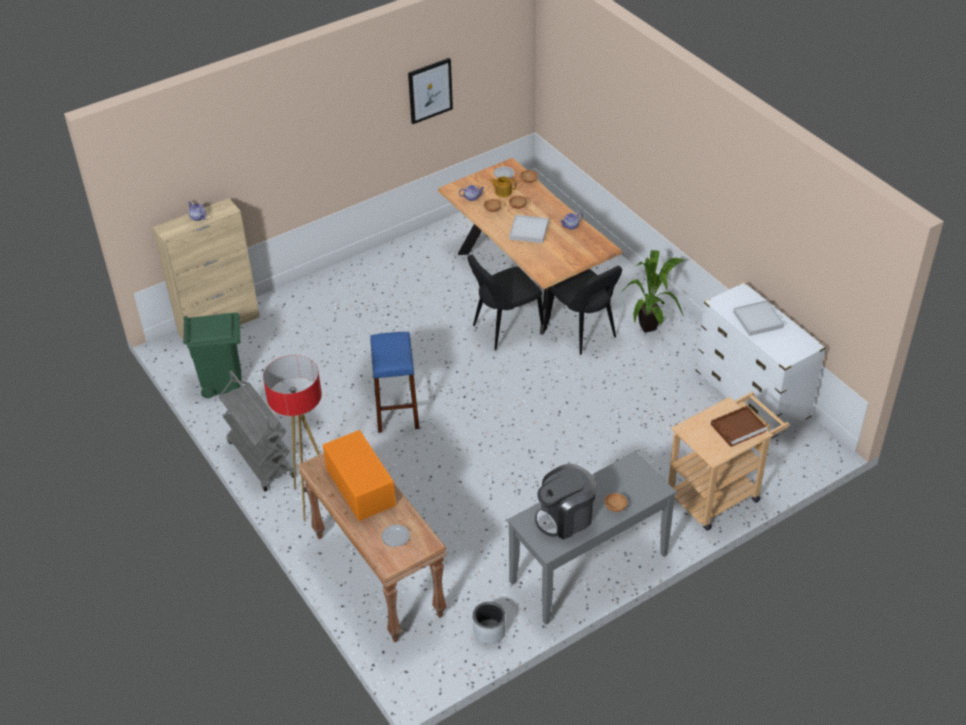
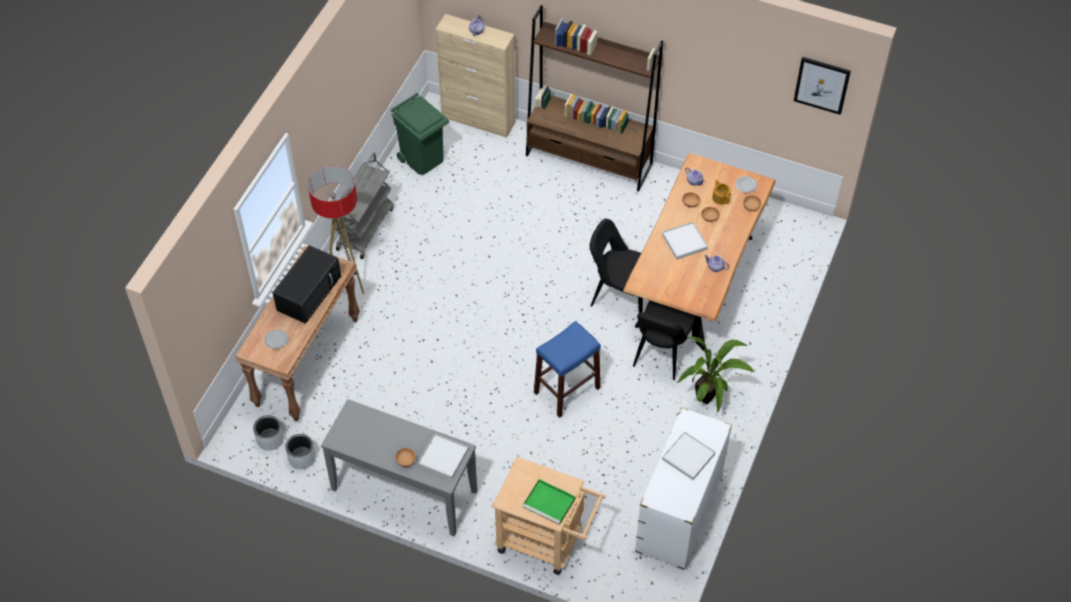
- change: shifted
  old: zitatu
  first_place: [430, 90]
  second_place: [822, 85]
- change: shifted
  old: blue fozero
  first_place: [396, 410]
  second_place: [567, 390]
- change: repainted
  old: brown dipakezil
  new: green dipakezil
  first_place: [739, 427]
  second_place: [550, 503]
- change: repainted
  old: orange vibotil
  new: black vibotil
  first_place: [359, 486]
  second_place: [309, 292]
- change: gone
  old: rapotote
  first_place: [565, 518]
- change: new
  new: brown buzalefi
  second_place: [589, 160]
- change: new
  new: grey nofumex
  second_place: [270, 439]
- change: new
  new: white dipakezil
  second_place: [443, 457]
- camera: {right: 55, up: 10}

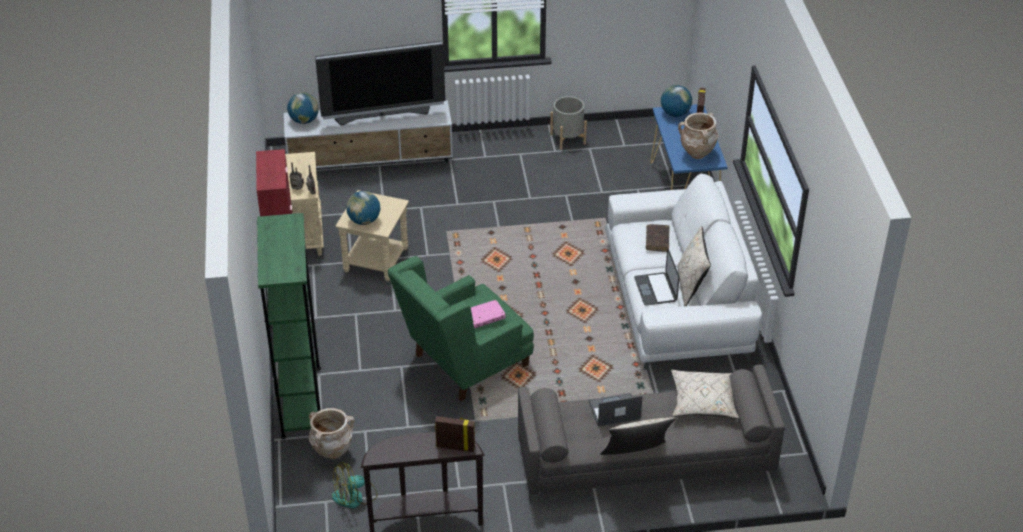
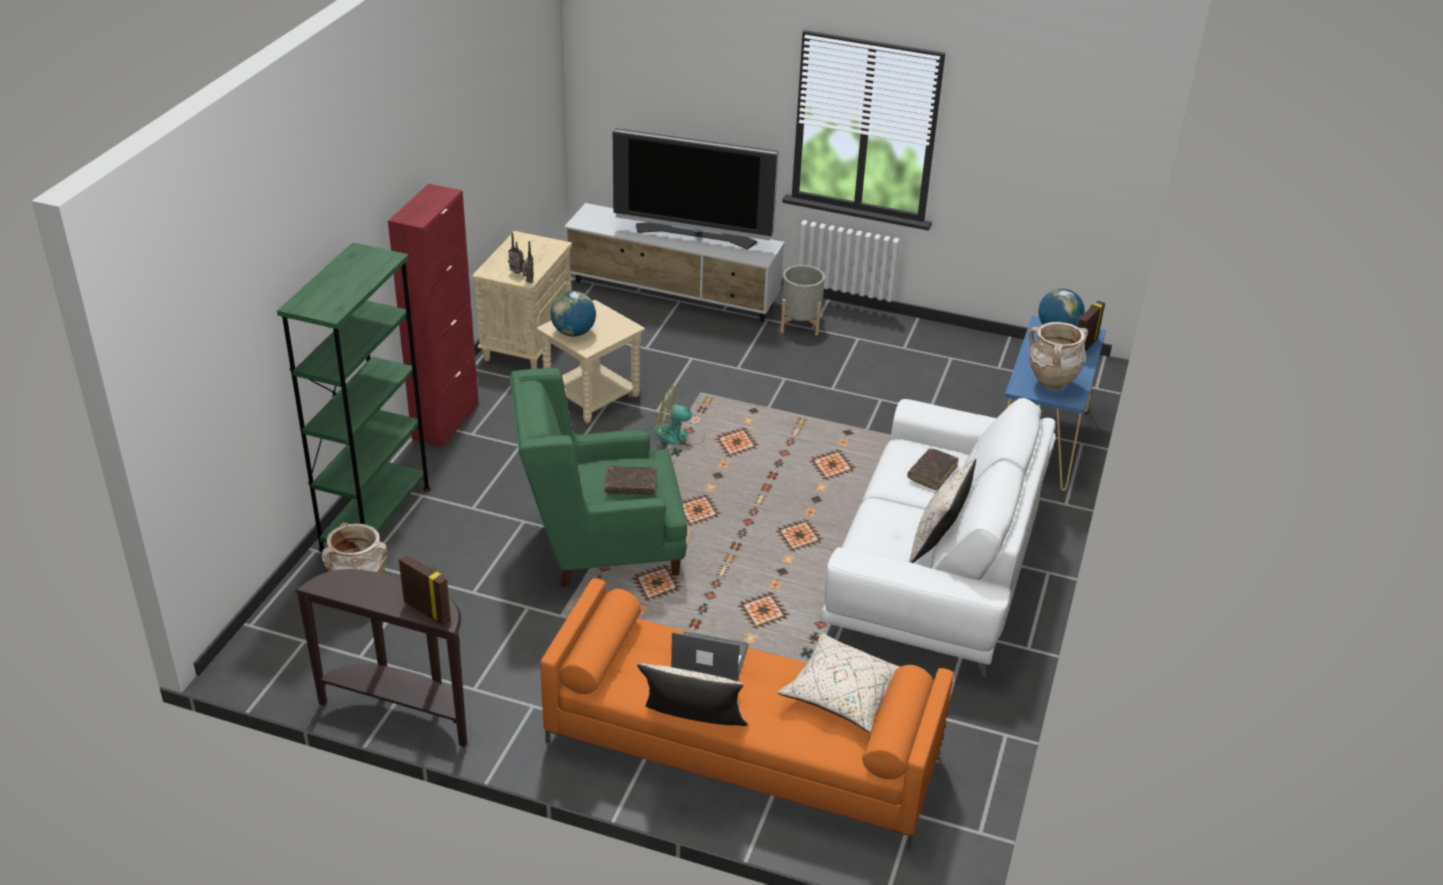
- change: gone
  old: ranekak
  first_place: [304, 120]
- change: shifted
  old: grey nofumex
  first_place: [567, 139]
  second_place: [800, 324]
- change: gone
  old: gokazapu
  first_place: [655, 289]
- change: repainted
  old: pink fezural
  new: brown fezural
  first_place: [484, 317]
  second_place: [630, 485]
- change: repainted
  old: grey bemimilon
  new: orange bemimilon
  first_place: [644, 460]
  second_place: [740, 750]
- change: shifted
  old: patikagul
  first_place: [355, 496]
  second_place: [679, 436]
- camera: {right: 25, up: -5}

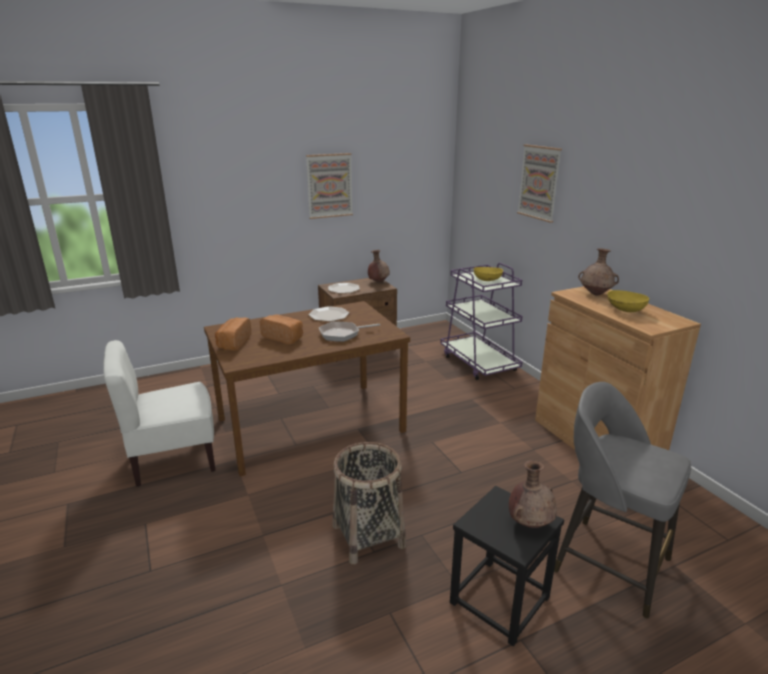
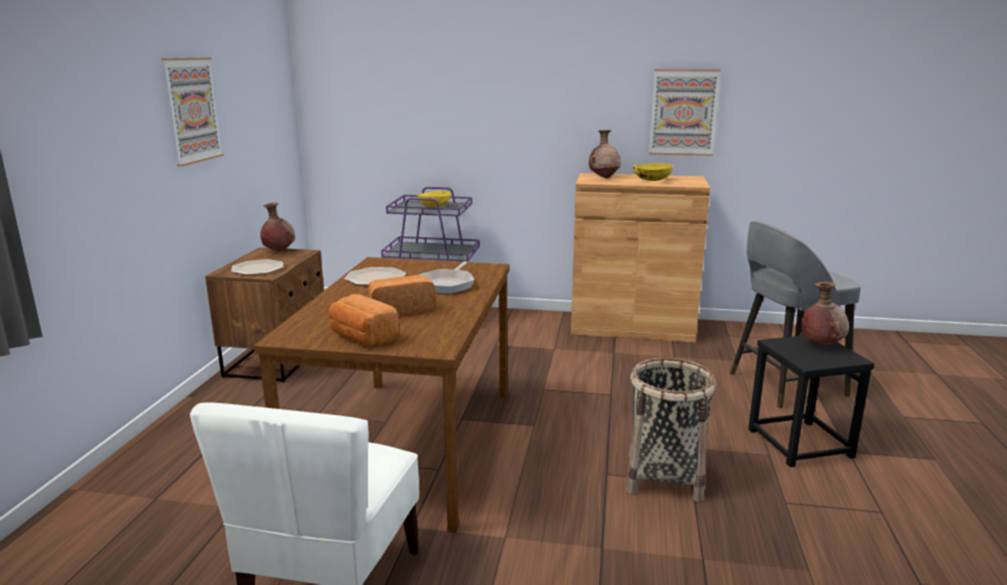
- change: shifted
  old: zitatu
  first_place: [539, 182]
  second_place: [683, 112]
- camera: {right: -55, up: -5}

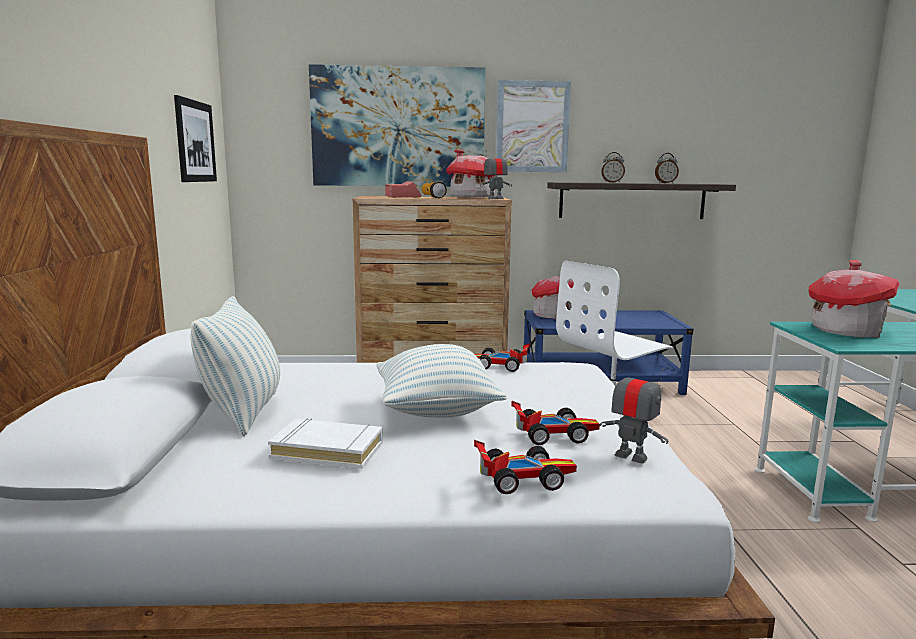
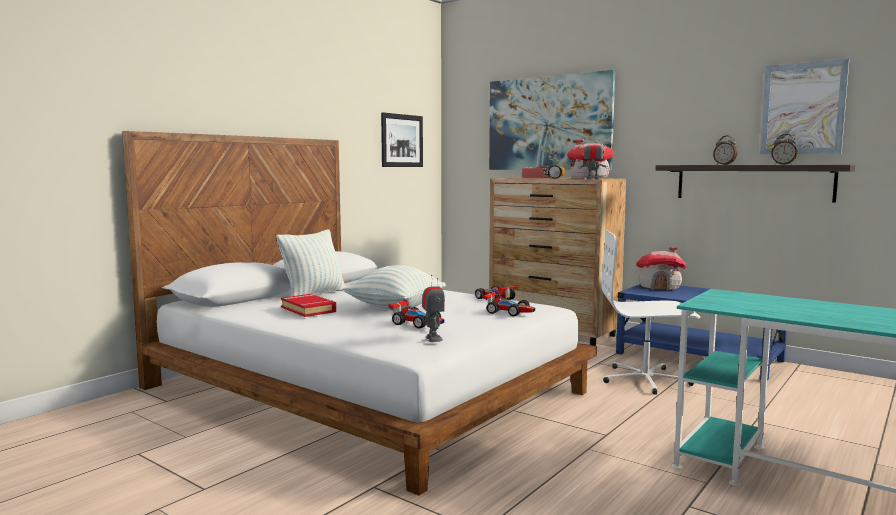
- change: shifted
  old: zitatu
  first_place: [532, 127]
  second_place: [802, 108]
- change: gone
  old: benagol
  first_place: [847, 331]
- change: repainted
  old: white fezural
  new: red fezural
  first_place: [328, 450]
  second_place: [308, 309]
- change: shifted
  old: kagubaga
  first_place: [522, 478]
  second_place: [509, 312]
- camera: {right: 40, up: -5}

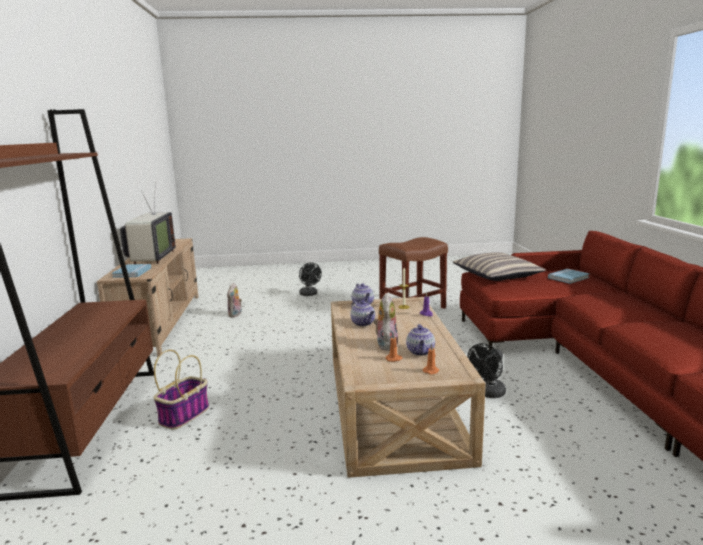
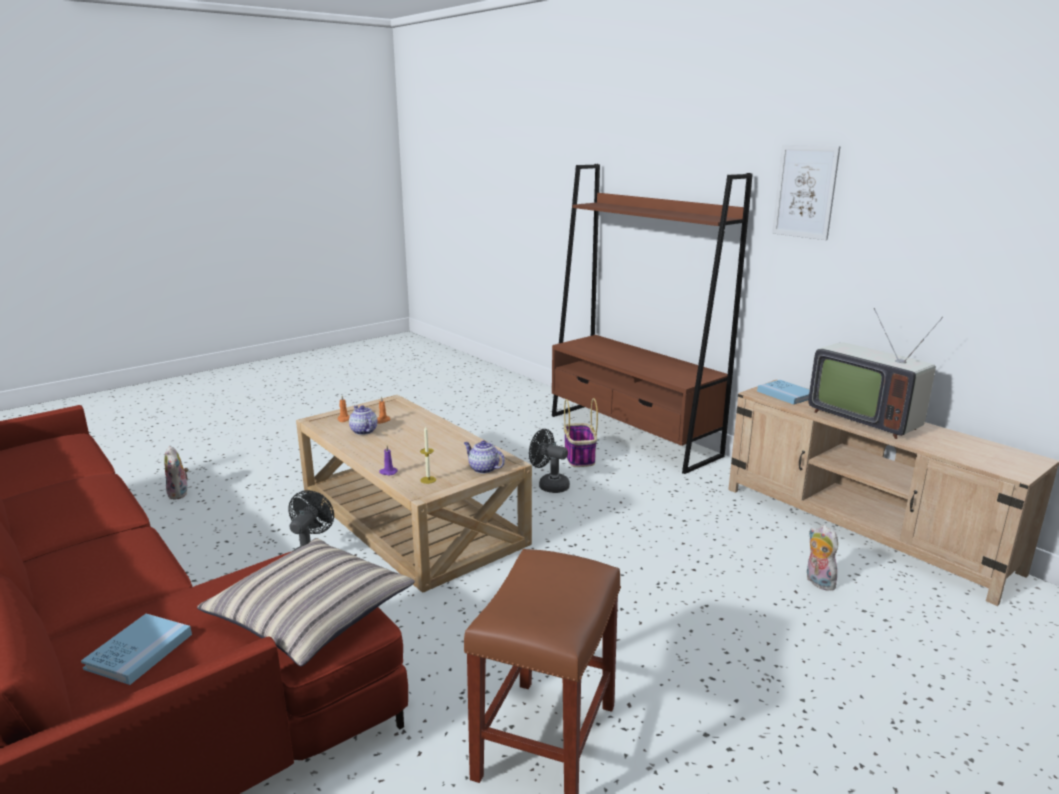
- change: shifted
  old: black patikagul
  first_place: [309, 294]
  second_place: [549, 485]
- change: shifted
  old: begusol
  first_place: [385, 345]
  second_place: [180, 494]
- change: gone
  old: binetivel
  first_place: [363, 323]
- change: new
  new: zitatu
  second_place: [805, 191]
- camera: {right: 145, up: 5}

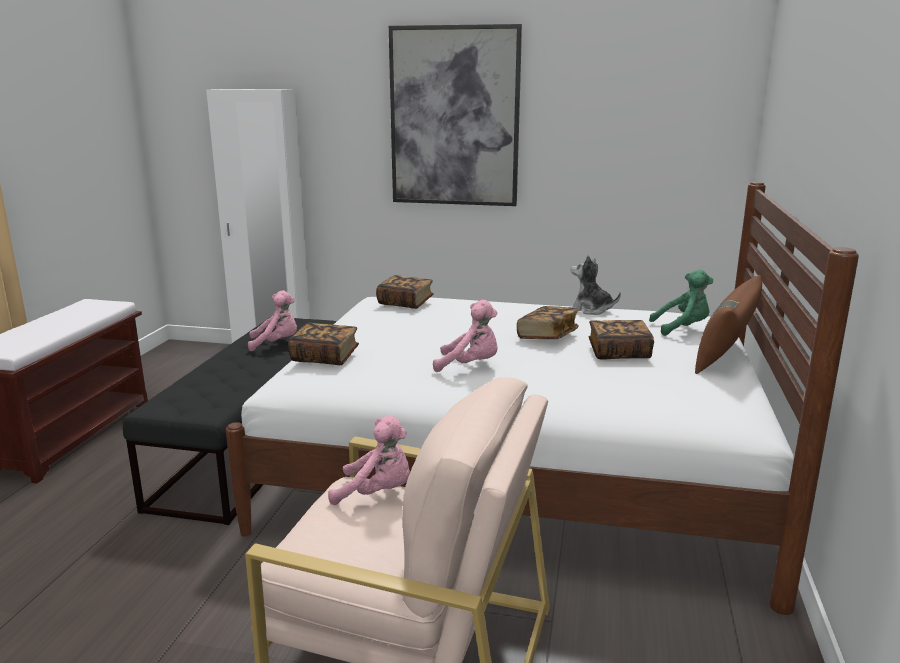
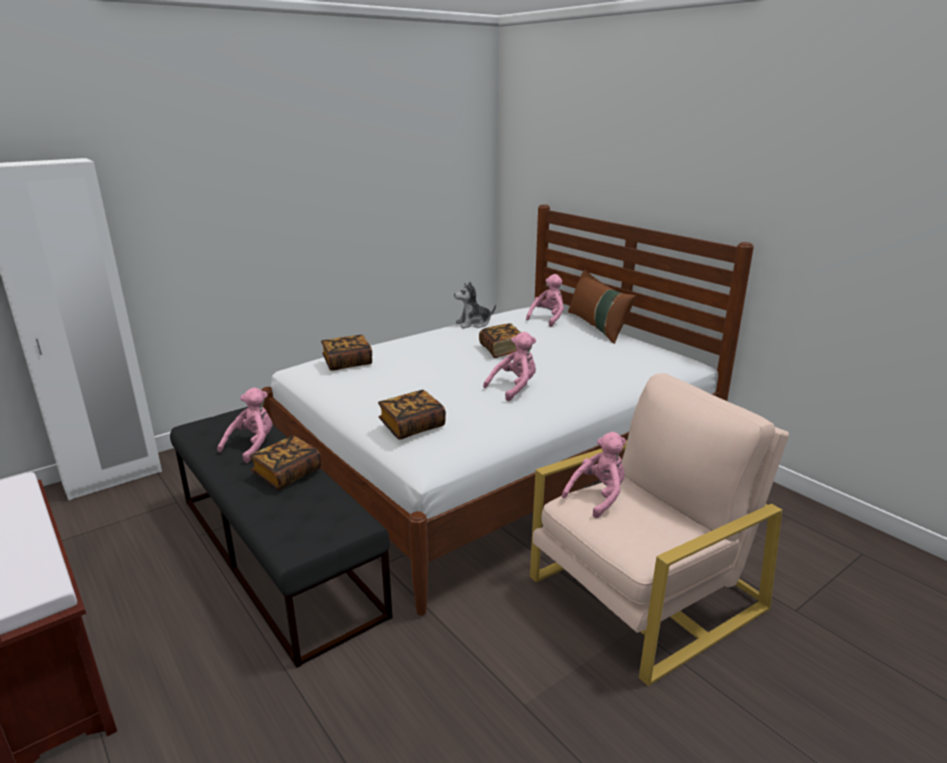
- change: gone
  old: zitatu
  first_place: [454, 117]
- change: repainted
  old: green begusol
  new: pink begusol
  first_place: [682, 328]
  second_place: [548, 319]
- change: shifted
  old: fezural
  first_place: [619, 353]
  second_place: [287, 474]
- camera: {right: -50, up: 5}

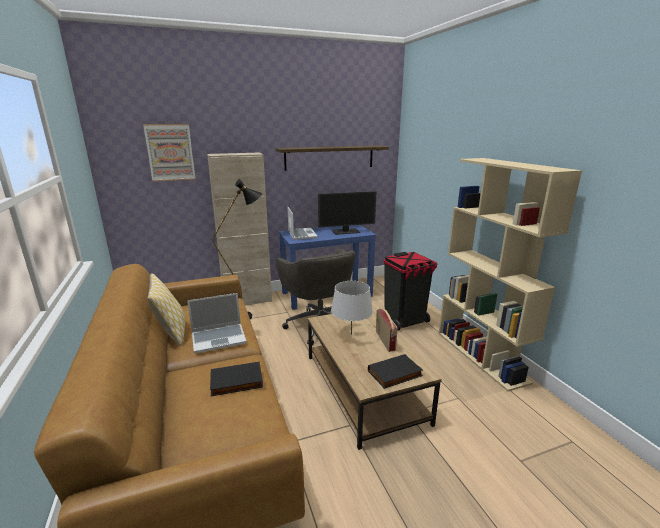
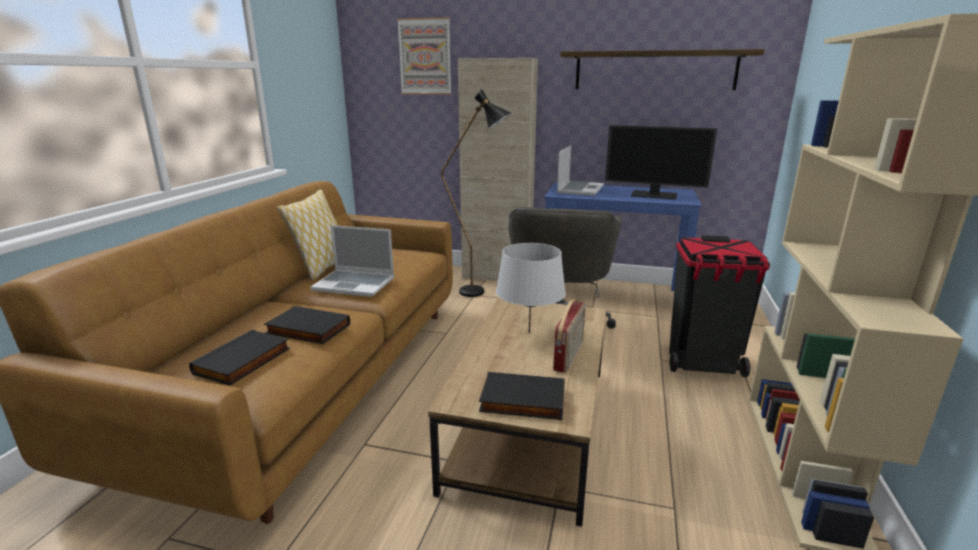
- change: new
  new: black fezural
  second_place: [244, 361]
- camera: {right: 35, up: 0}

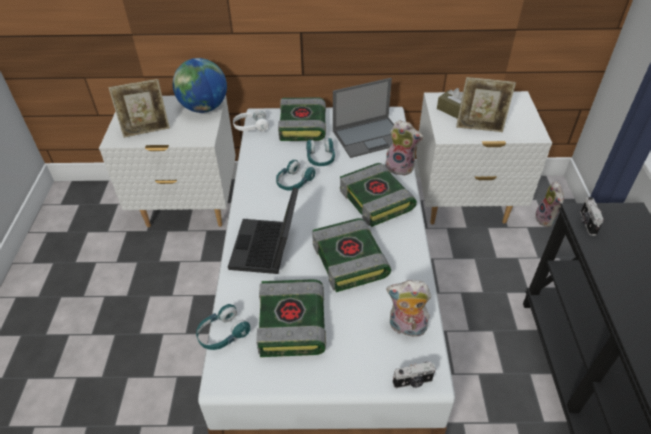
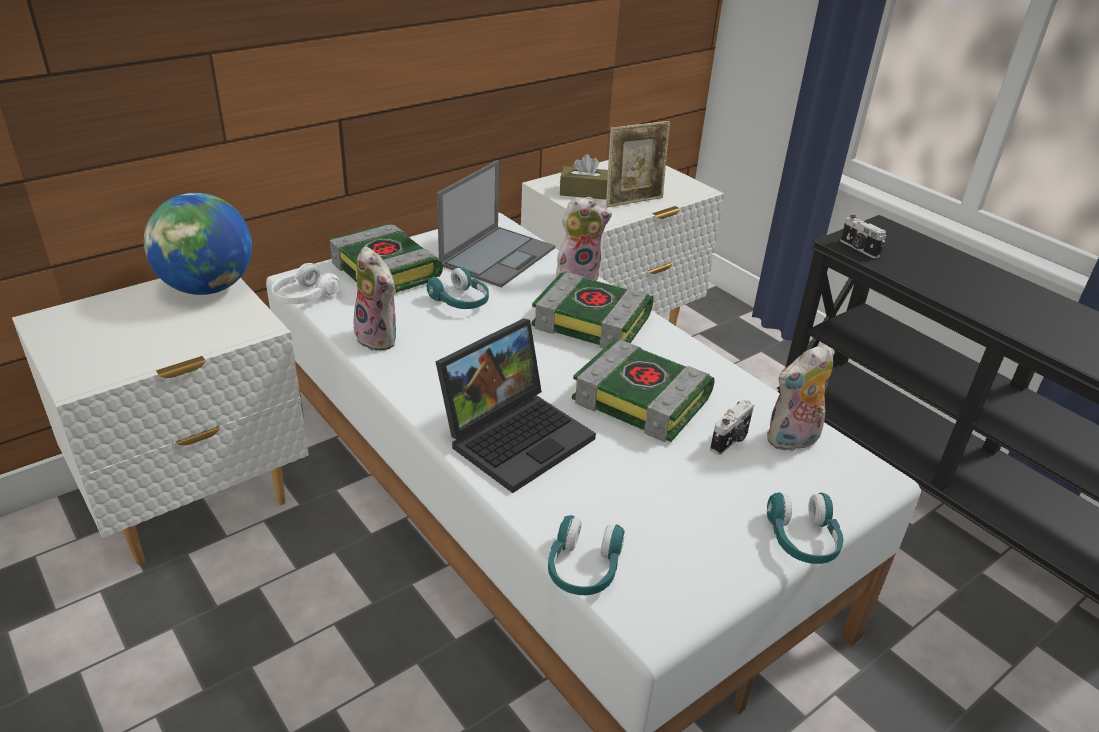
- change: gone
  old: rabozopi
  first_place: [147, 131]
- change: shifted
  old: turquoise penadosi
  first_place: [294, 182]
  second_place: [802, 540]
- change: shifted
  old: begusol
  first_place: [546, 219]
  second_place: [380, 338]
- change: rotated
  old: gokazapu
  first_place: [267, 248]
  second_place: [517, 435]
  degrees: -105
- change: gone
  old: fezural
  first_place: [293, 324]
- change: shifted
  old: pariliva
  first_place: [413, 382]
  second_place: [731, 440]
- camera: {right: -40, up: -10}

